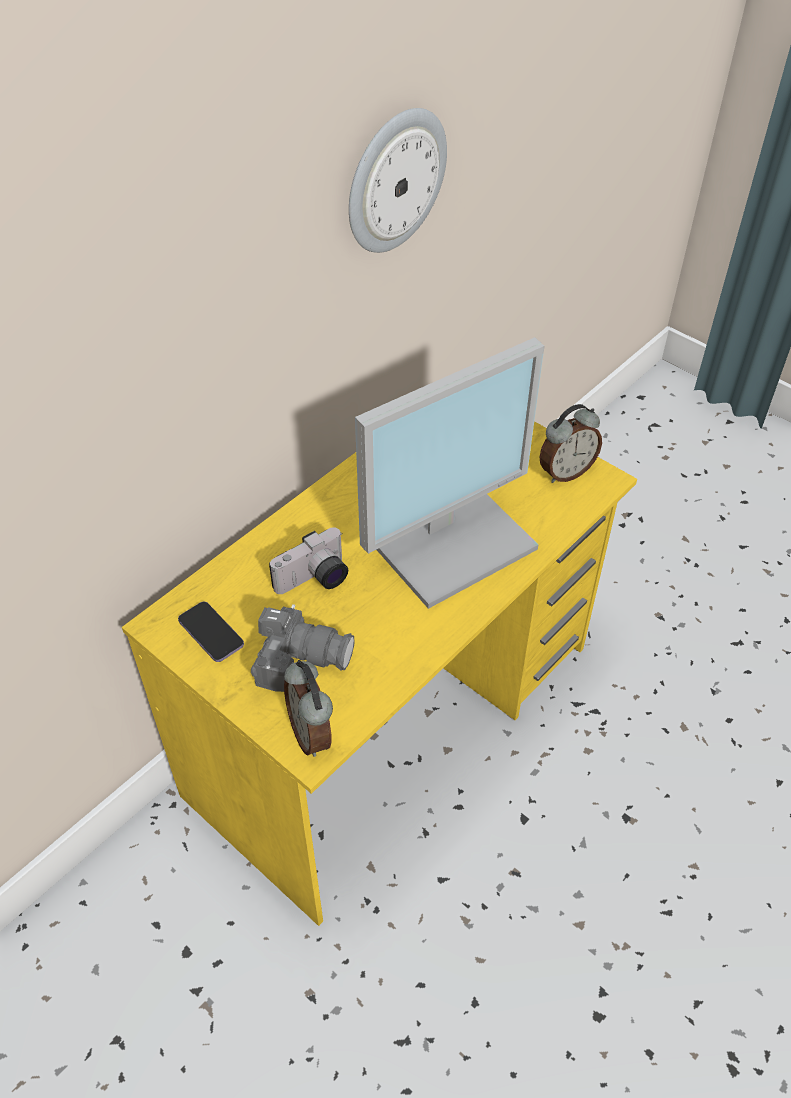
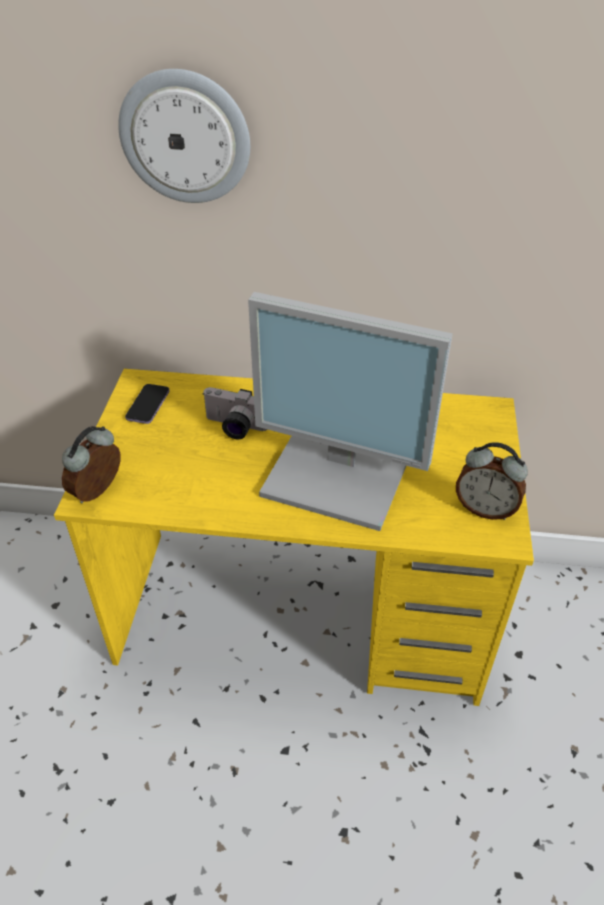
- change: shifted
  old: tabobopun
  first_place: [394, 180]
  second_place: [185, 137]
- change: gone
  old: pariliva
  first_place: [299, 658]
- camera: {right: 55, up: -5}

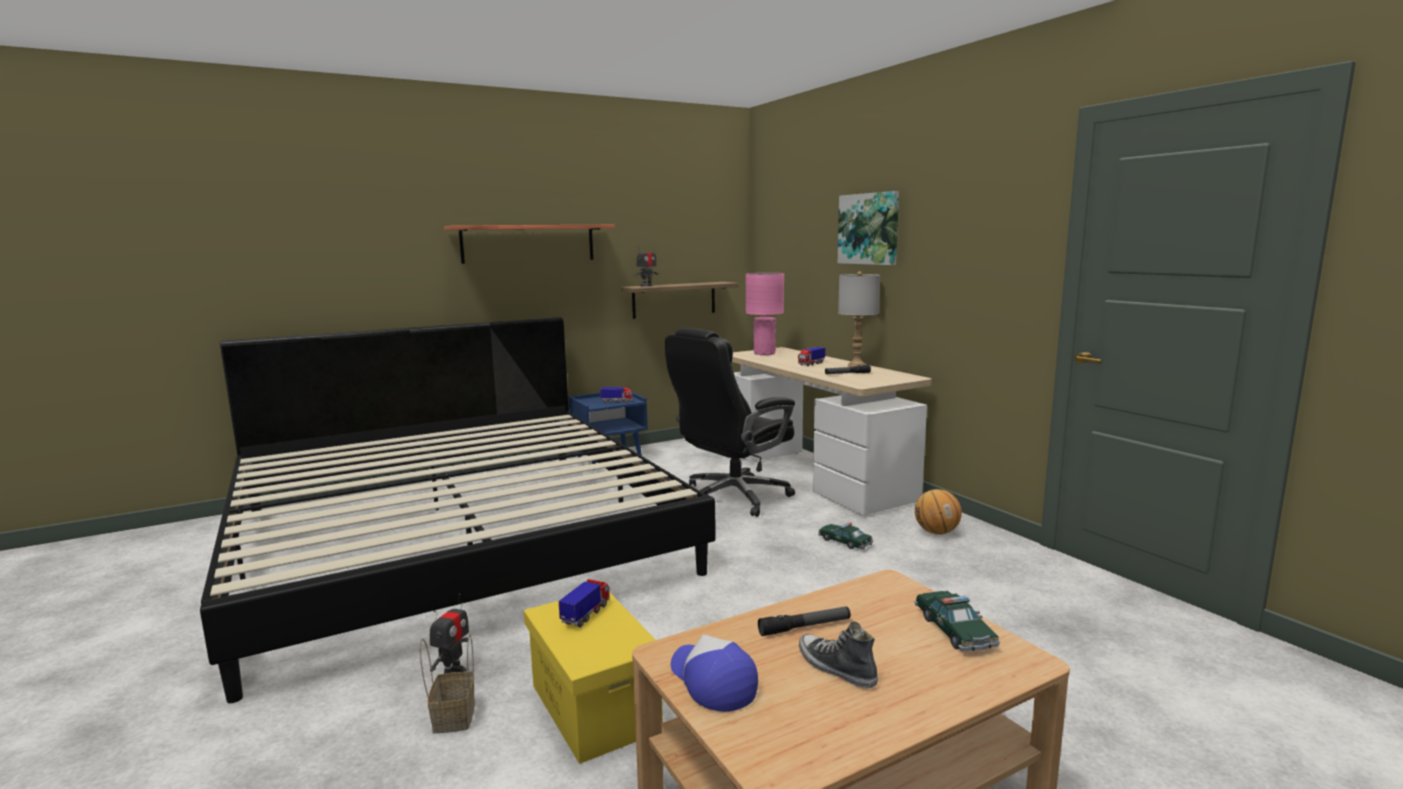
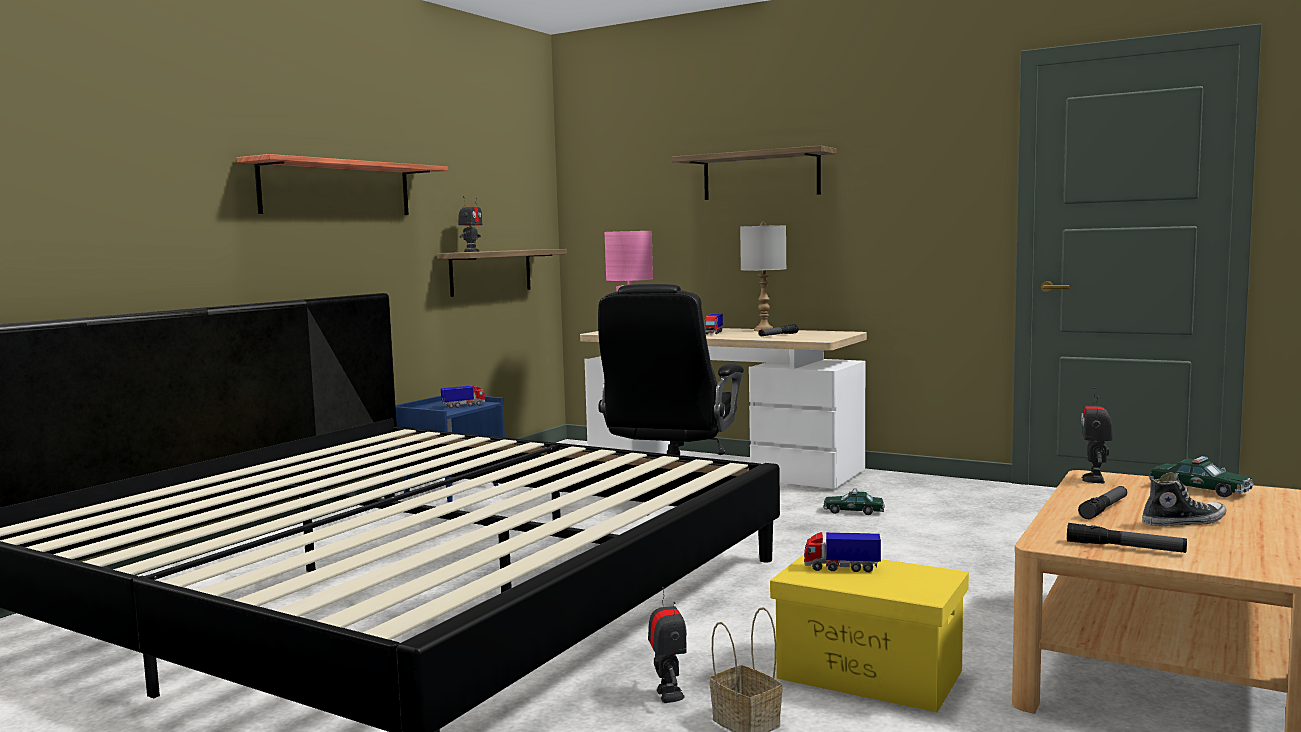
- change: swapped
  old: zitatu
  new: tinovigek
  first_place: [869, 229]
  second_place: [761, 175]
- change: gone
  old: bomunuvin
  first_place: [936, 532]
- change: rotated
  old: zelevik
  first_place: [586, 614]
  second_place: [841, 568]
  degrees: -75
- change: rotated
  old: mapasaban
  first_place: [836, 668]
  second_place: [1183, 522]
  degrees: 150
- change: swapped
  old: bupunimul
  new: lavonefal
  first_place: [712, 681]
  second_place: [1125, 547]
- change: new
  new: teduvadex
  second_place: [1094, 479]
- camera: {right: -30, up: -5}

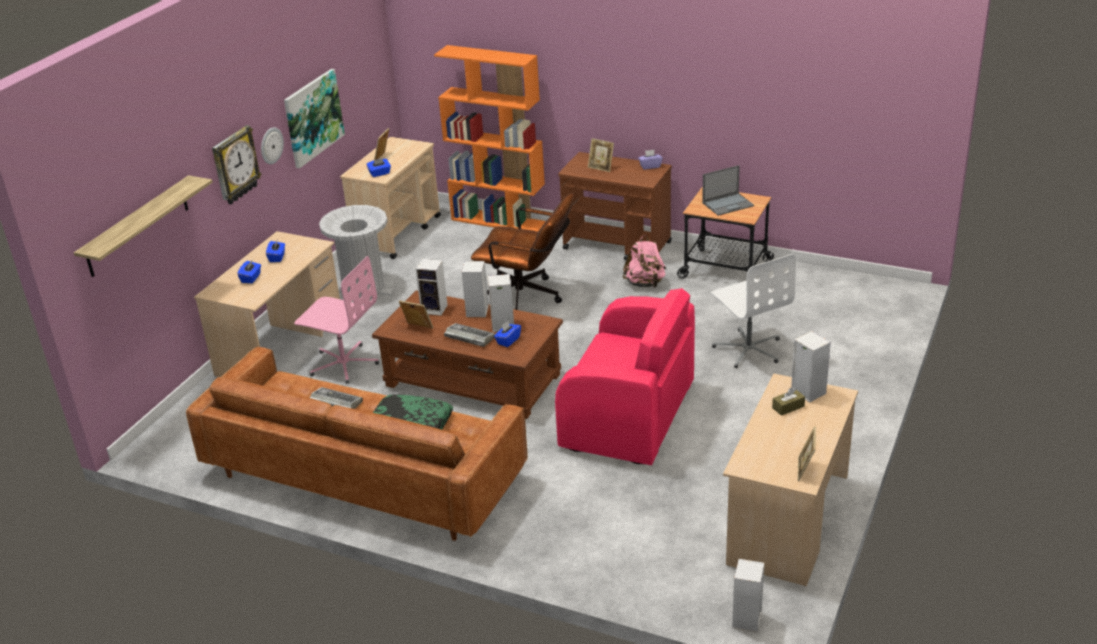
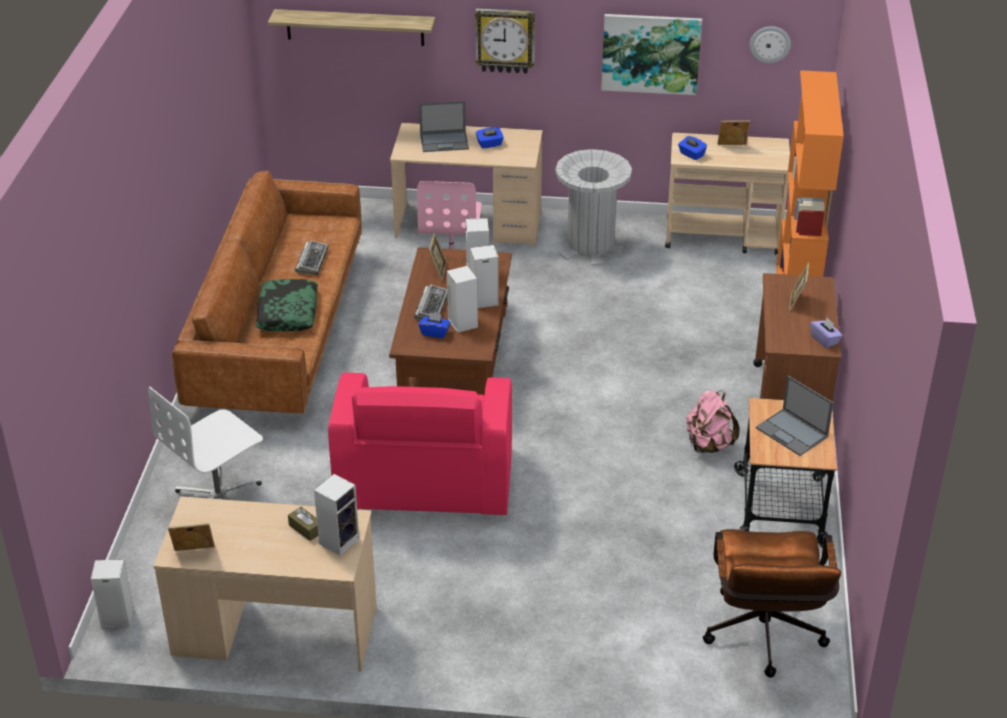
- change: shifted
  old: tabobopun
  first_place: [271, 145]
  second_place: [770, 44]
- change: shifted
  old: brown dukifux
  first_place: [528, 298]
  second_place: [764, 639]
- change: shifted
  old: white dukifux
  first_place: [748, 349]
  second_place: [219, 497]
- change: swapped
  old: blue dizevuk
  new: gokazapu
  first_place: [251, 278]
  second_place: [445, 142]
- camera: {right: 70, up: 5}

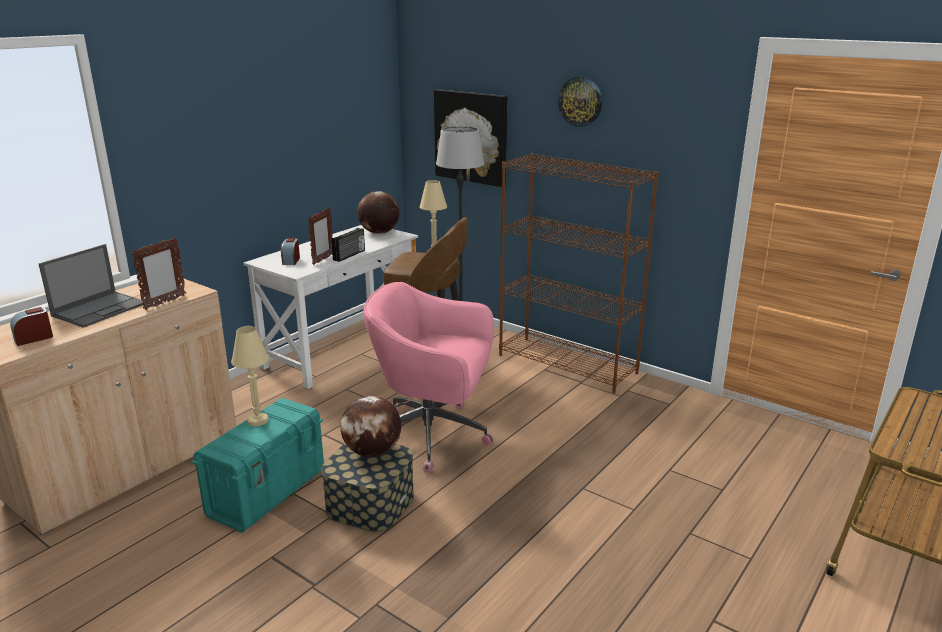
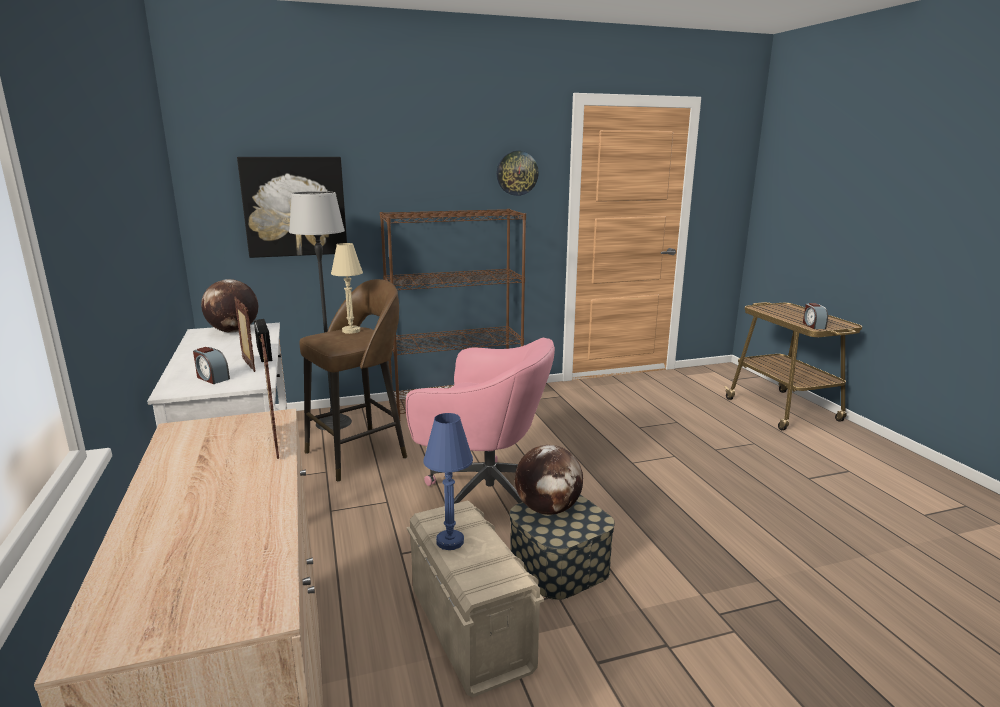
- change: shifted
  old: tabobopun
  first_place: [580, 101]
  second_place: [517, 173]
- change: gone
  old: gokazapu
  first_place: [100, 309]
- change: rotated
  old: pink dukifux
  first_place: [433, 435]
  second_place: [485, 495]
  degrees: -120
- change: shifted
  old: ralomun
  first_place: [34, 338]
  second_place: [813, 325]
- change: repainted
  old: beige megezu
  new: blue megezu
  first_place: [258, 420]
  second_place: [450, 541]
- change: repainted
  old: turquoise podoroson
  new: beige podoroson
  first_place: [267, 492]
  second_place: [470, 629]
- camera: {right: -55, up: -5}

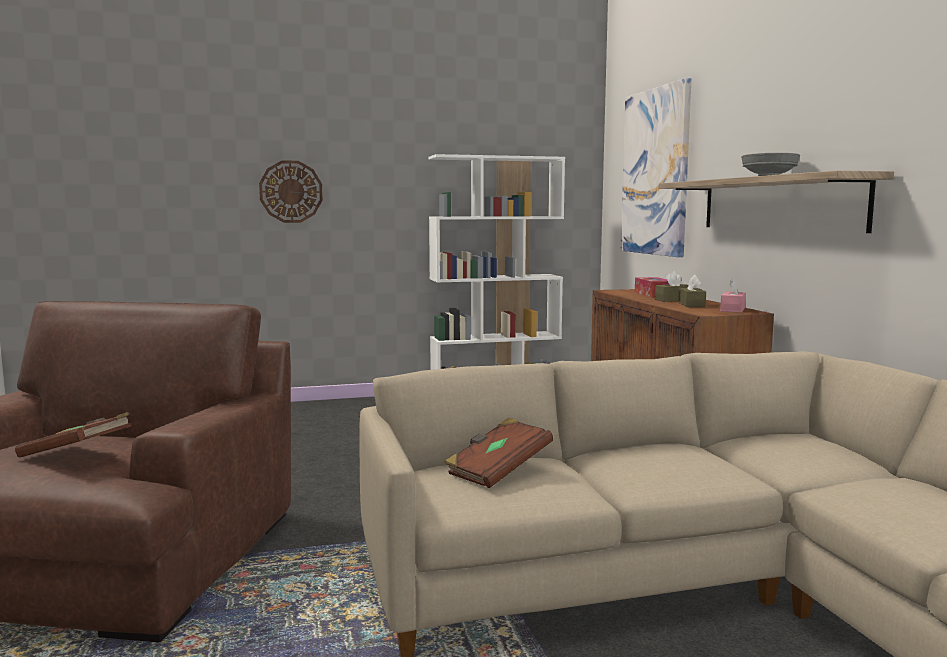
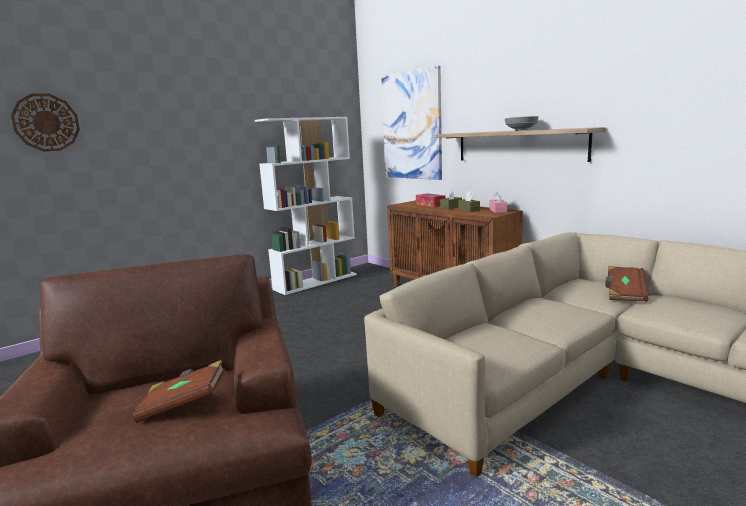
- change: shifted
  old: tabobopun
  first_place: [291, 191]
  second_place: [46, 122]
- change: shifted
  old: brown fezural
  first_place: [498, 471]
  second_place: [624, 294]
- camera: {right: -25, up: 5}

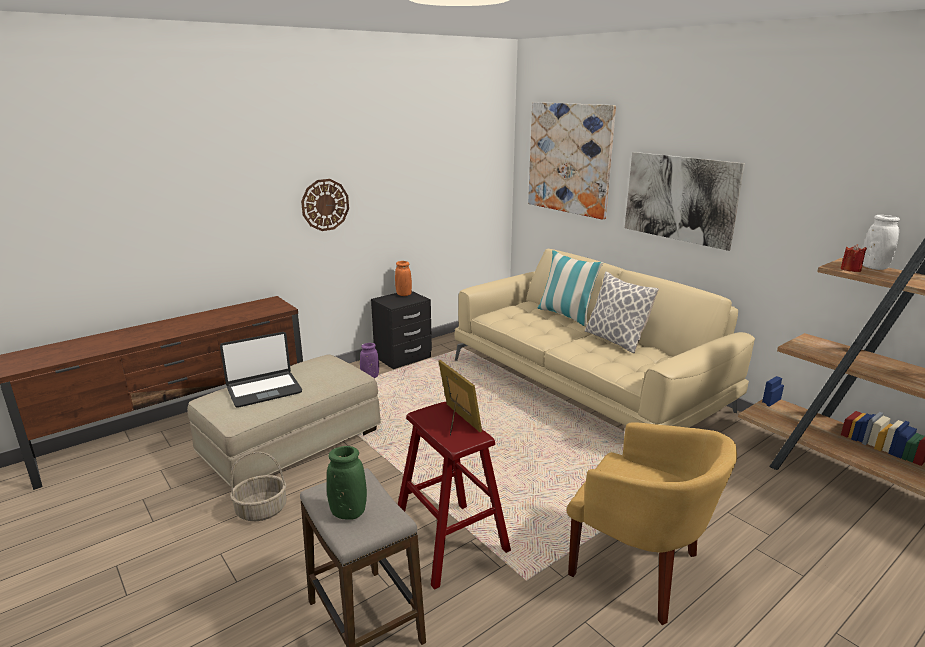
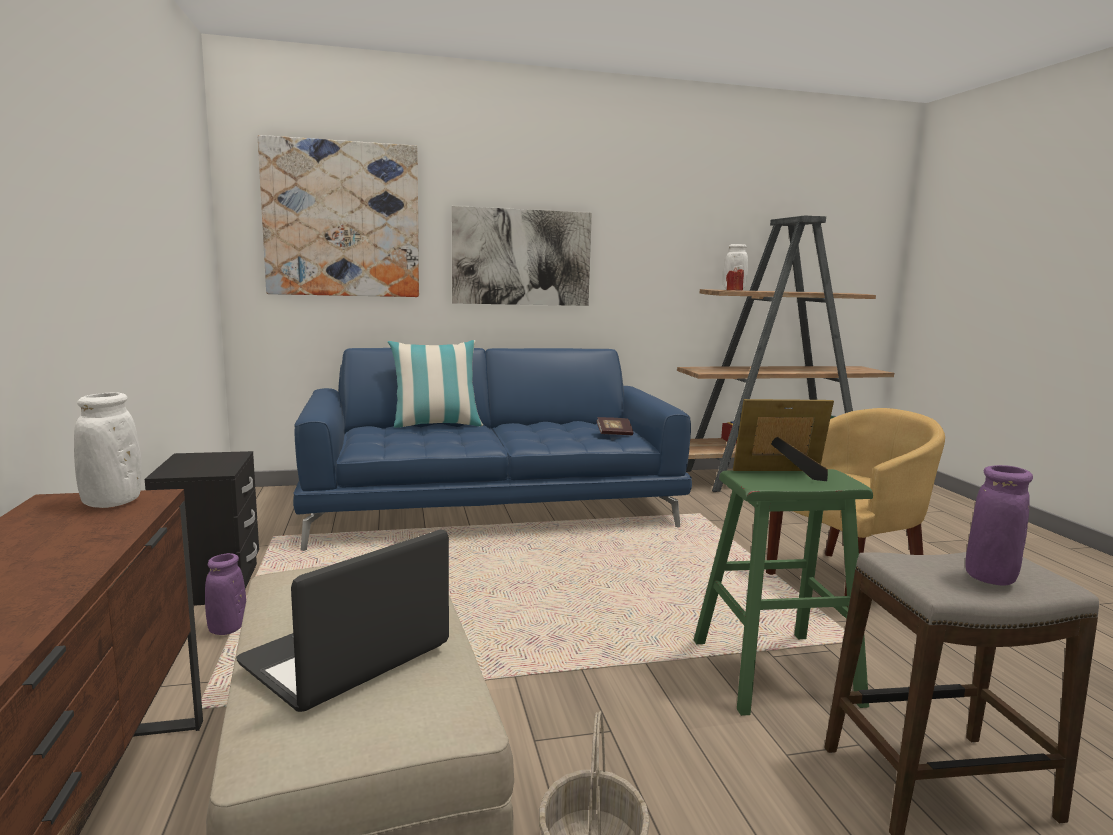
- change: gone
  old: tabobopun
  first_place: [325, 205]
- change: repainted
  old: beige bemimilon
  new: blue bemimilon
  first_place: [585, 385]
  second_place: [493, 506]
- change: gone
  old: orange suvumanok
  first_place: [403, 294]
- change: gone
  old: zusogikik
  first_place: [615, 340]
- change: rotated
  old: gokazapu
  first_place: [264, 390]
  second_place: [347, 657]
  degrees: -135
- change: repainted
  old: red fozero
  new: green fozero
  first_place: [450, 543]
  second_place: [774, 672]
- change: repainted
  old: green suvumanok
  new: purple suvumanok
  first_place: [348, 512]
  second_place: [990, 578]
- change: new
  new: white suvumanok
  second_place: [112, 503]
- change: new
  new: fezural
  second_place: [614, 434]
- camera: {right: -65, up: -10}

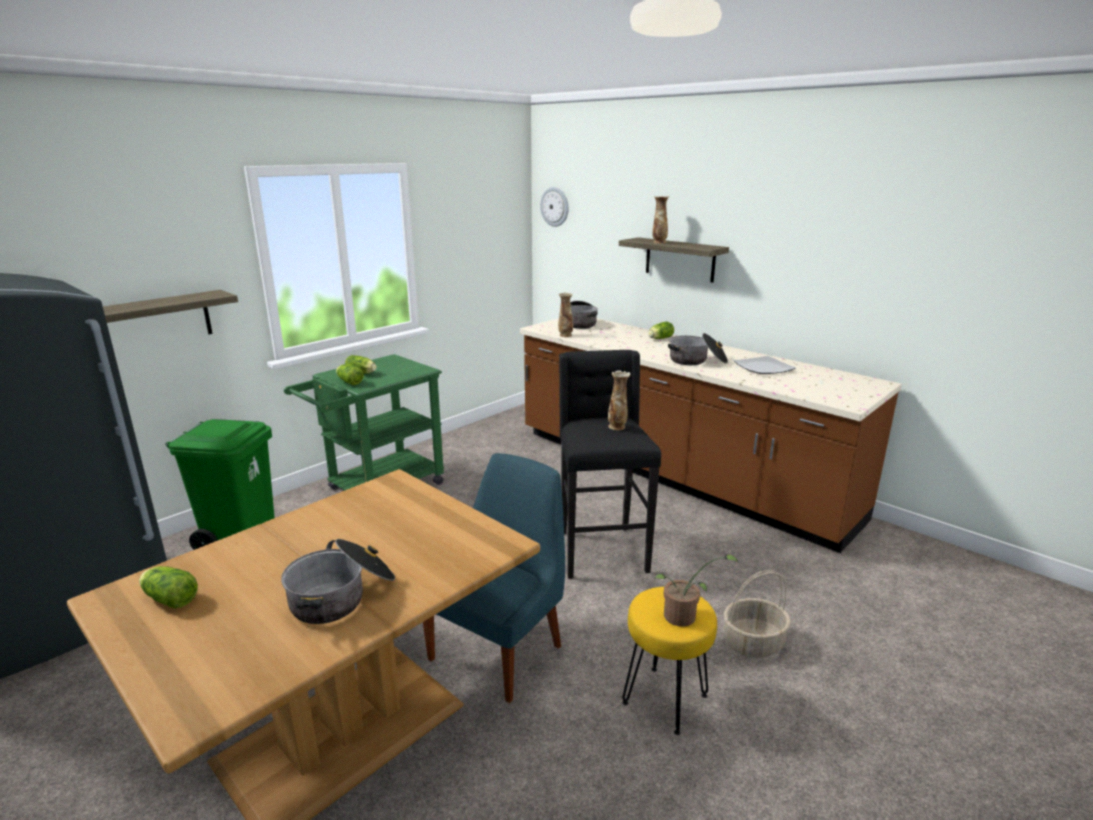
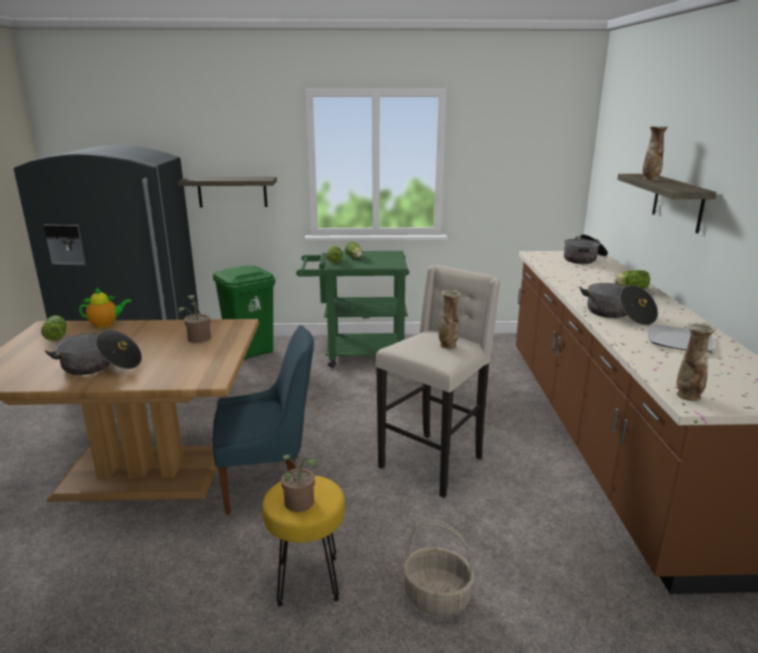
- change: gone
  old: tabobopun
  first_place: [555, 206]
- change: shifted
  old: suvumanok
  first_place: [565, 335]
  second_place: [687, 396]
- change: repainted
  old: black fozero
  new: beige fozero
  first_place: [600, 550]
  second_place: [433, 462]
- change: new
  new: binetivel
  second_place: [106, 324]
- change: new
  new: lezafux
  second_place: [198, 339]
- camera: {right: 45, up: 0}

